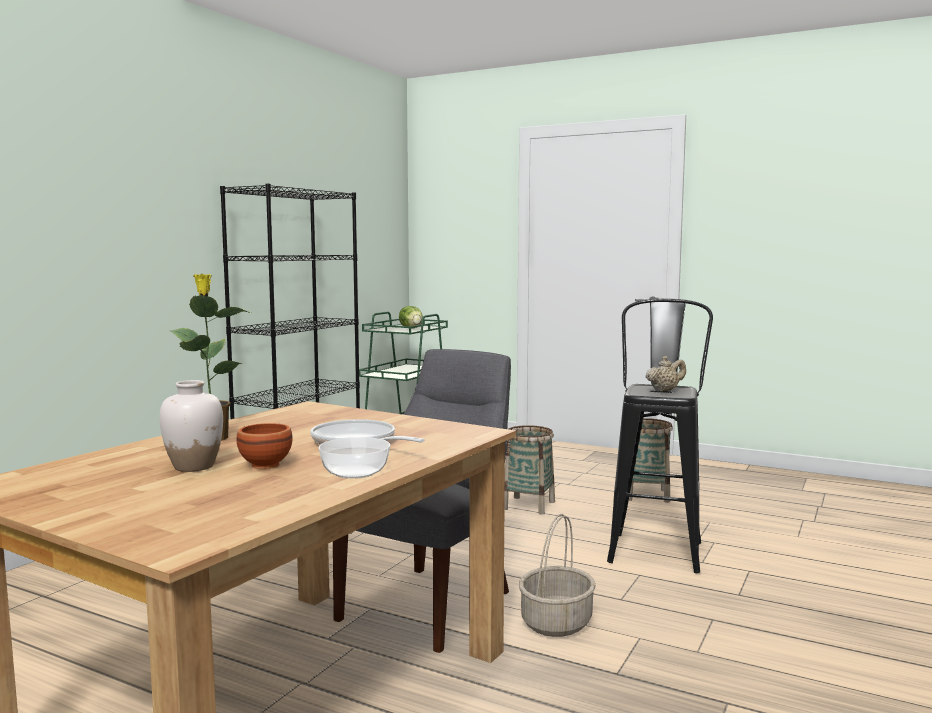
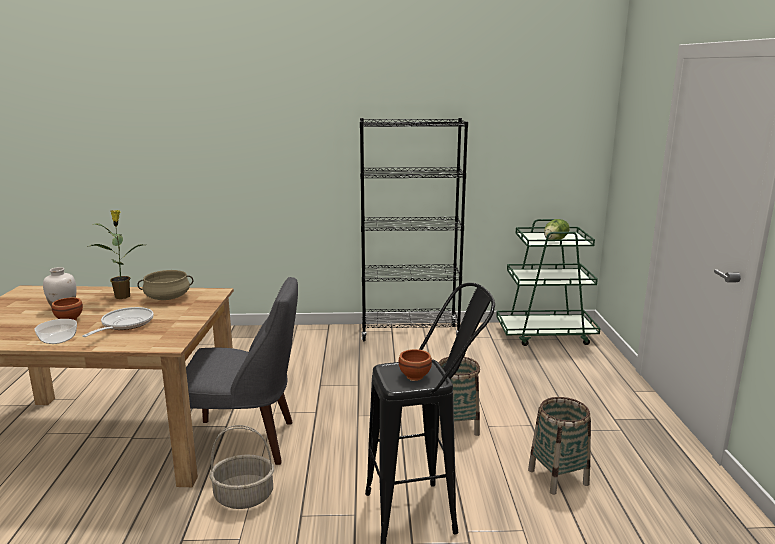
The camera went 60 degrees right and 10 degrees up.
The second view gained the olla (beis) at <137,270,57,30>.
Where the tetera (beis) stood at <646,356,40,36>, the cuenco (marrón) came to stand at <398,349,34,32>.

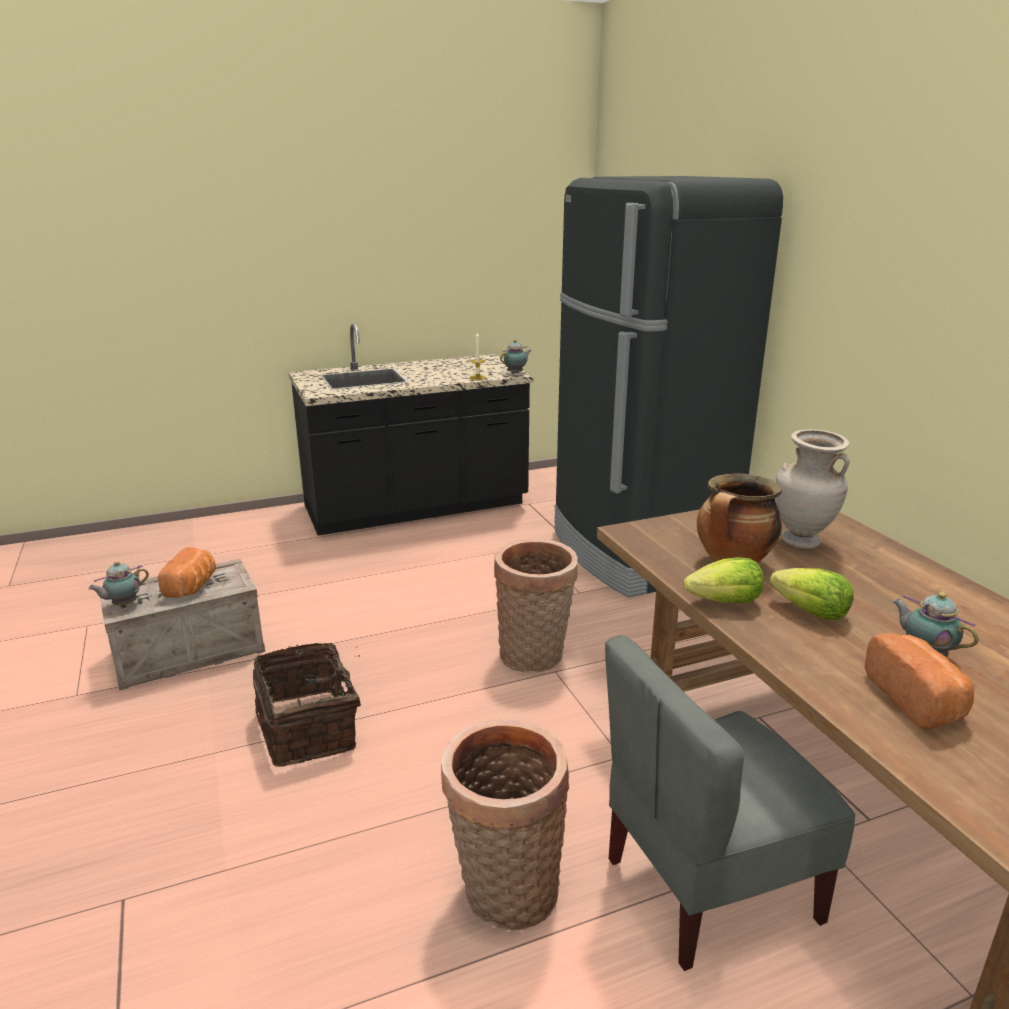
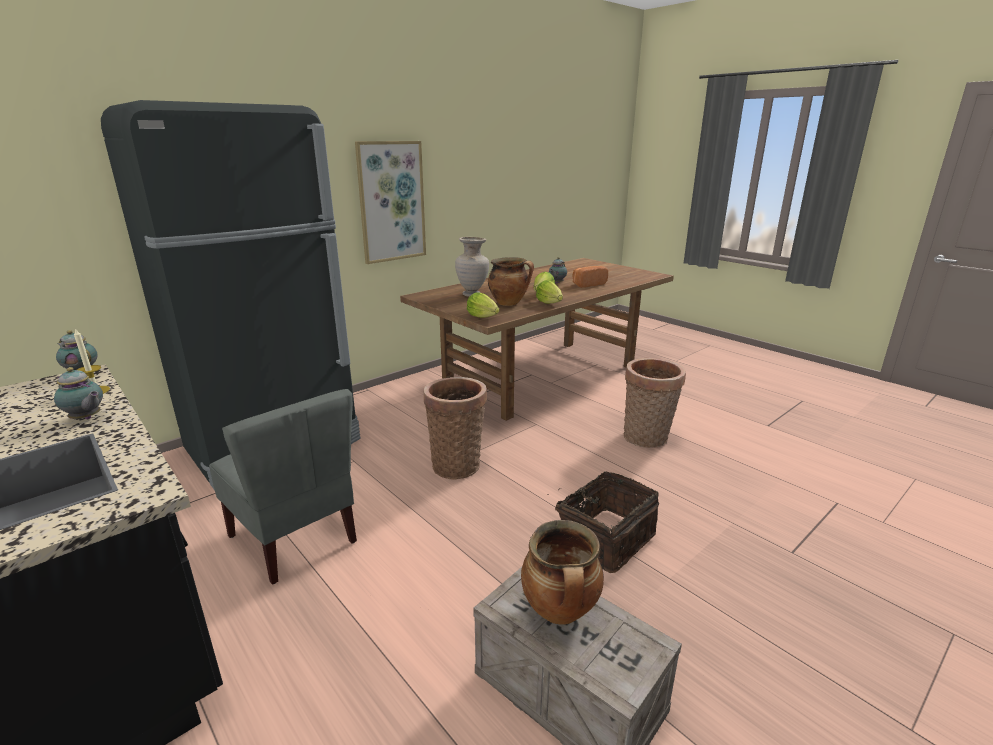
The camera went 110 degrees left and 0 degrees up.
The second view gained the cuadro at <355,141,71,123>.
The second view gained the lechuga at <467,293,32,25>.
The tetera ended up elsewhere, having gone from <88,561,61,45> to <54,367,49,52>.
The silla (gris) ended up elsewhere, having gone from <605,635,250,336> to <209,389,148,196>.
Where the pan stood at <158,547,58,51>, the olla came to stand at <521,520,83,105>.

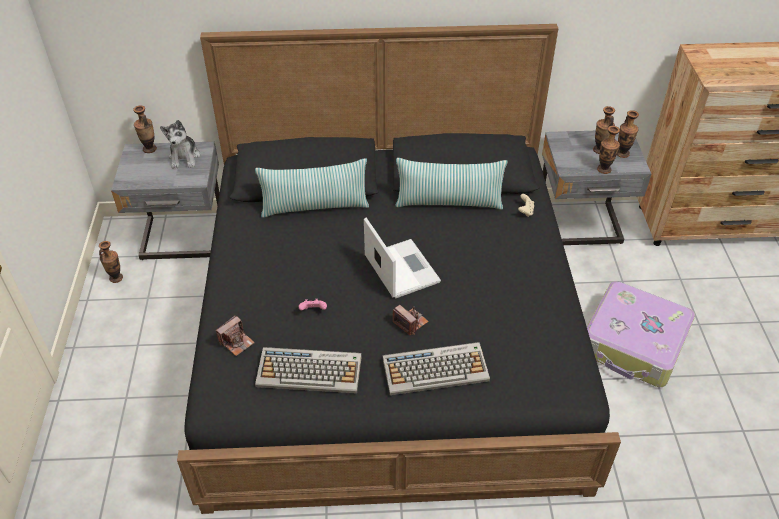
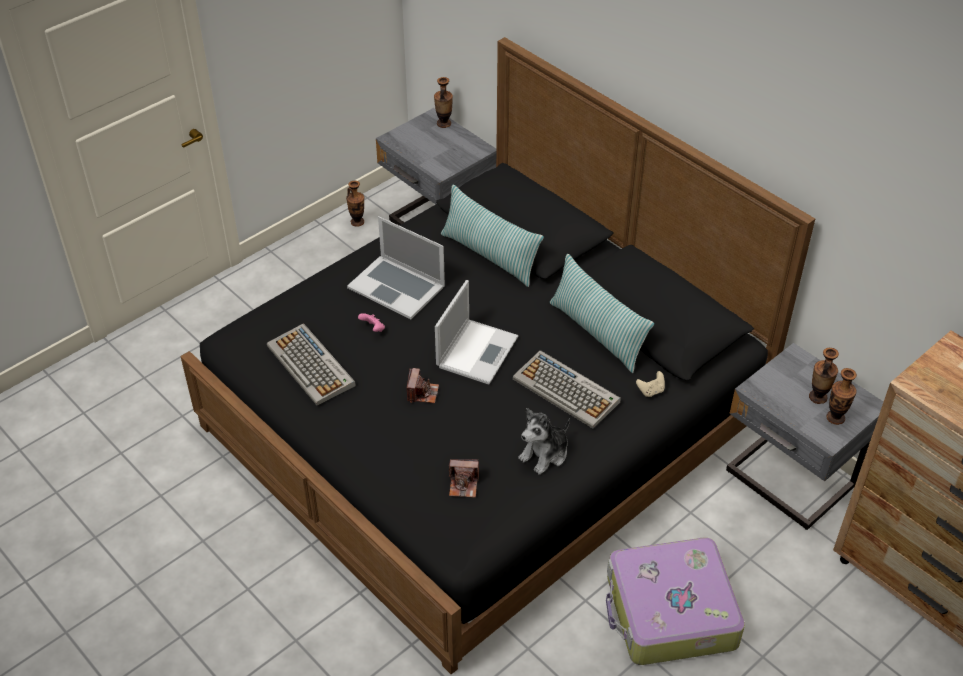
The camera went 50 degrees right and 0 degrees up.
The second view lost the florero at <597,126,23,48>.
The second view gained the portátil at <347,216,98,103>.
The peluche ended up elsewhere, having gone from <160,120,40,48> to <518,408,52,67>.
The cámara ended up elsewhere, having gone from <216,315,39,41> to <449,459,30,39>.
The teclado ended up elsewhere, having gone from <382,342,108,53> to <513,350,108,79>.

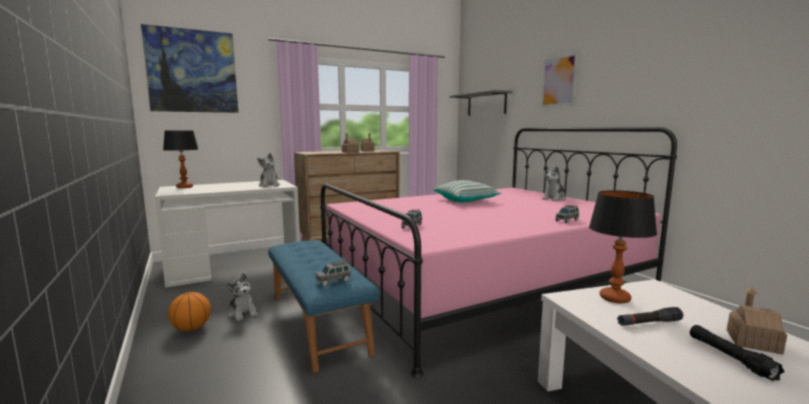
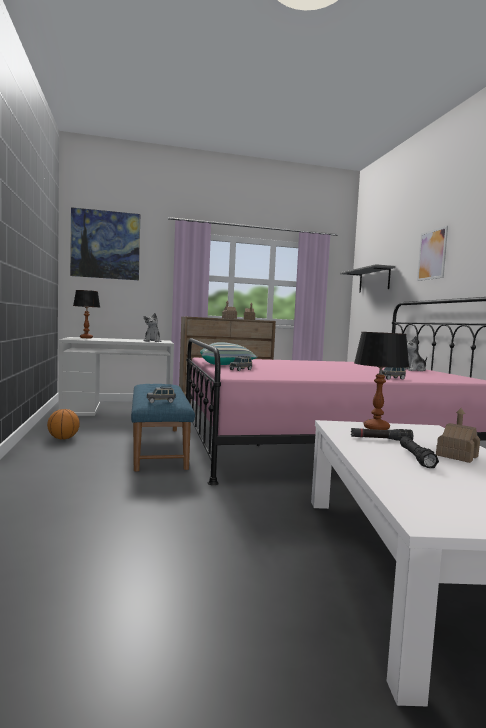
The camera went 15 degrees right and 5 degrees down.
The second view lost the peluche at <227,273,31,48>.
The cojín ended up elsewhere, having gone from <433,180,69,22> to <200,342,57,23>.

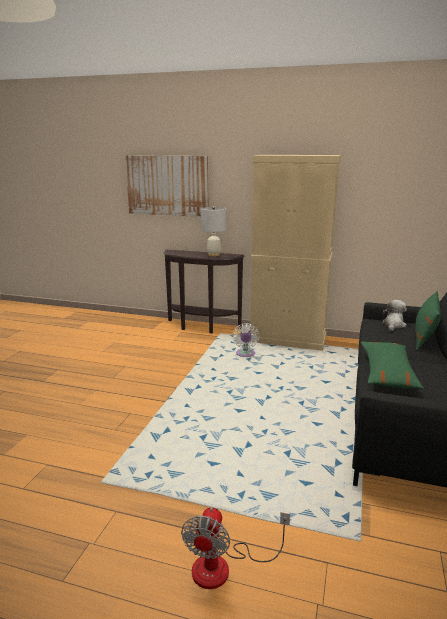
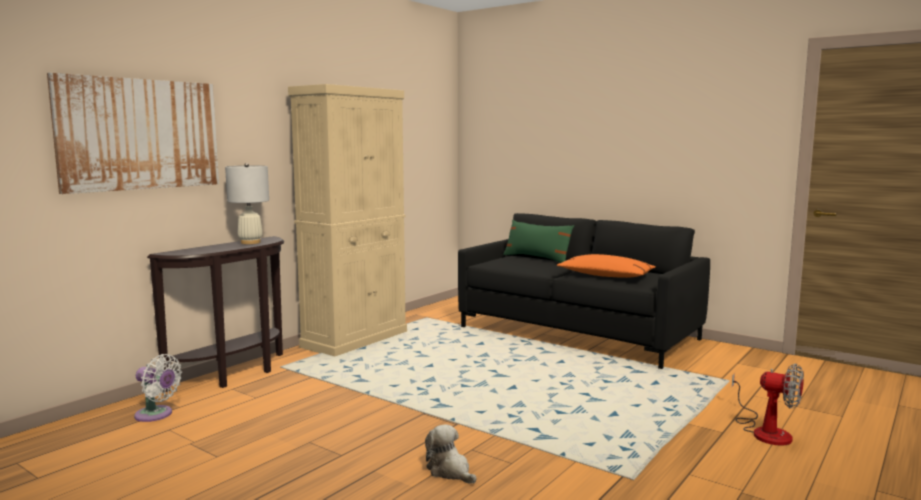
The camera went 70 degrees left and 10 degrees down.
The ventilador (blanco) ended up elsewhere, having gone from <233,323,27,34> to <134,354,48,68>.
The peluche ended up elsewhere, having gone from <382,300,25,31> to <425,424,52,60>.
What was the cojín (verde) at <361,341,63,48> turned into the cojín (naranja) at <557,254,99,24>.

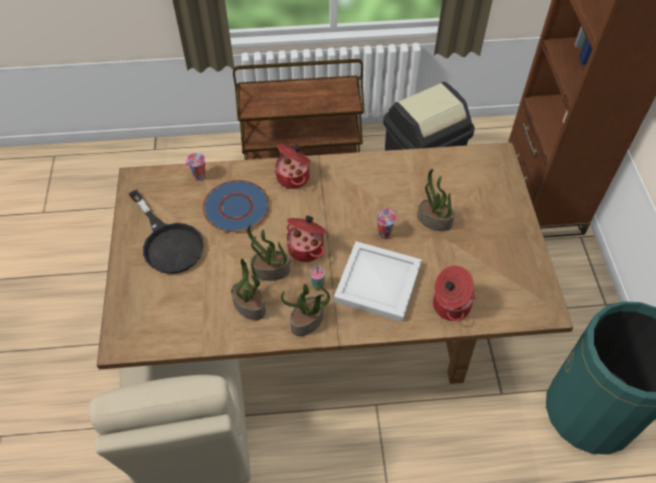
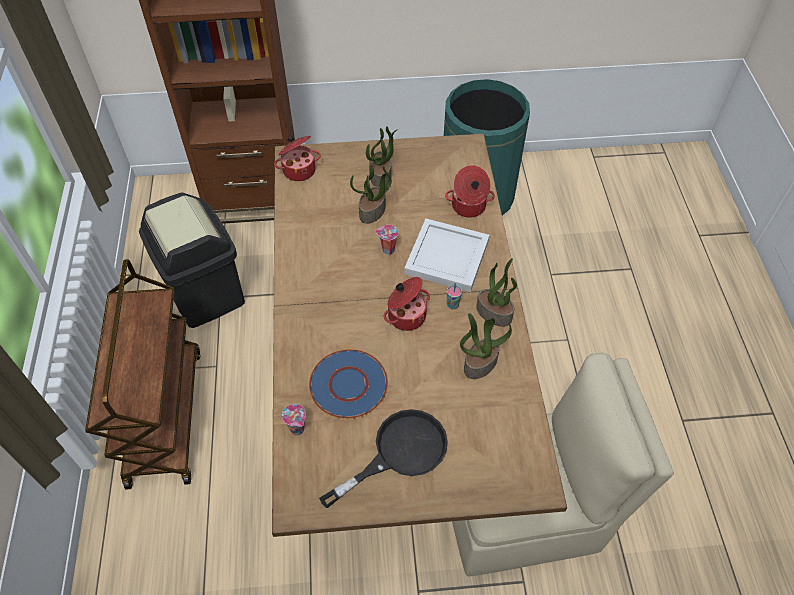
The camera went 90 degrees left and 0 degrees up.
The planta en maceta ended up elsewhere, having gone from <247,225,43,56> to <366,126,31,61>.
The olla ended up elsewhere, having gone from <275,144,36,45> to <274,136,47,45>.

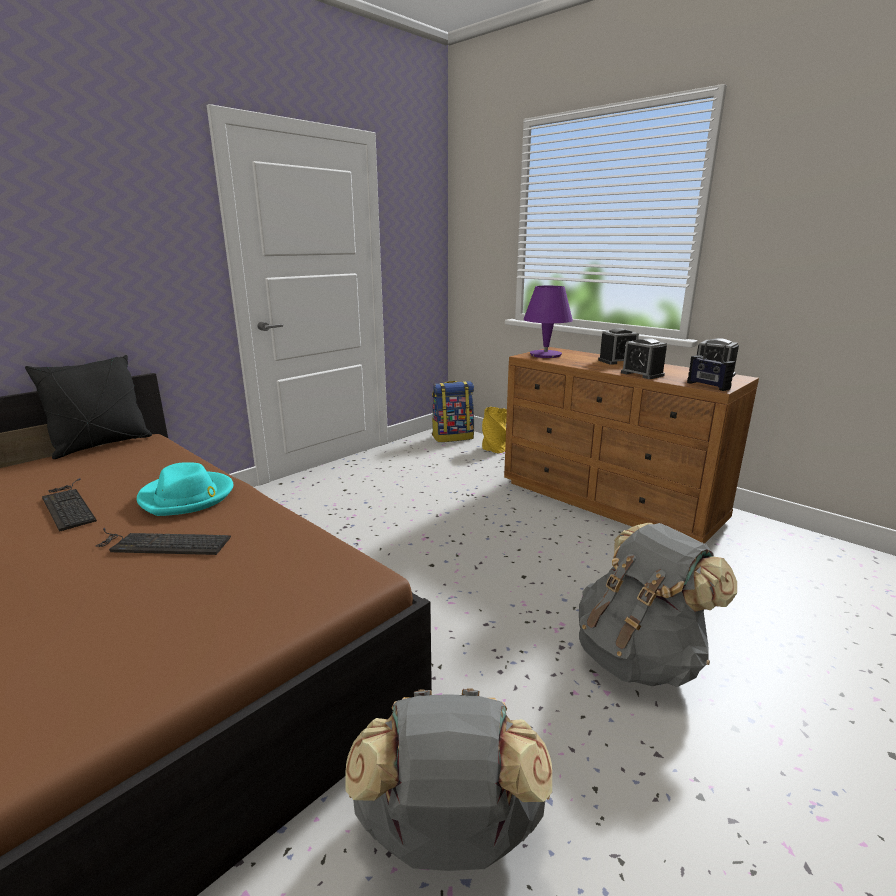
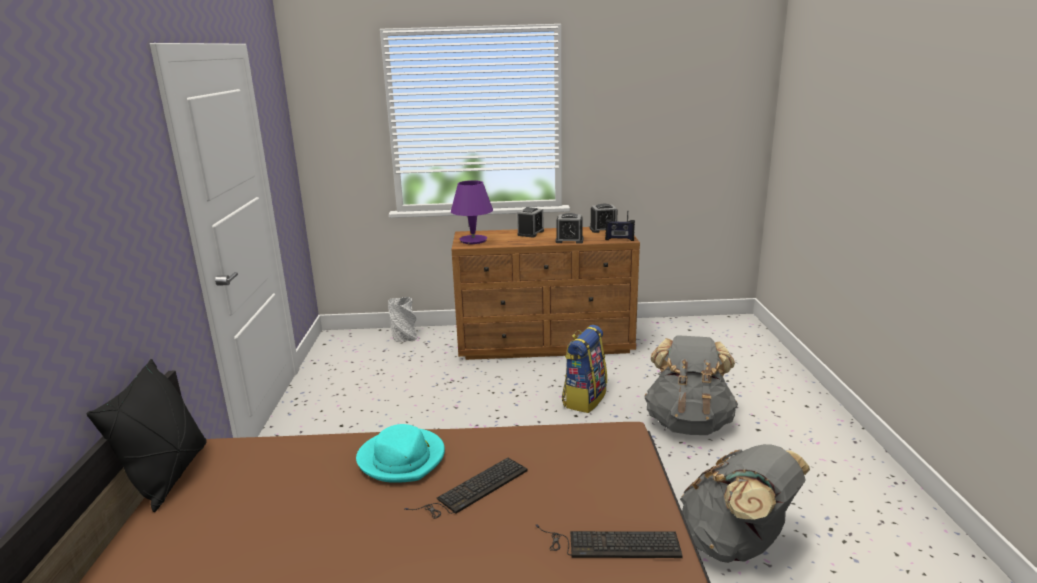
The camera went 45 degrees left and 0 degrees up.
The teclado ended up elsewhere, having gone from <42,478,55,54> to <536,524,147,34>.
The mochila ended up elsewhere, having gone from <432,381,42,61> to <562,325,45,88>.
What was the florero (amarillo) at <482,407,25,46> turned into the florero (gris) at <388,297,30,45>.

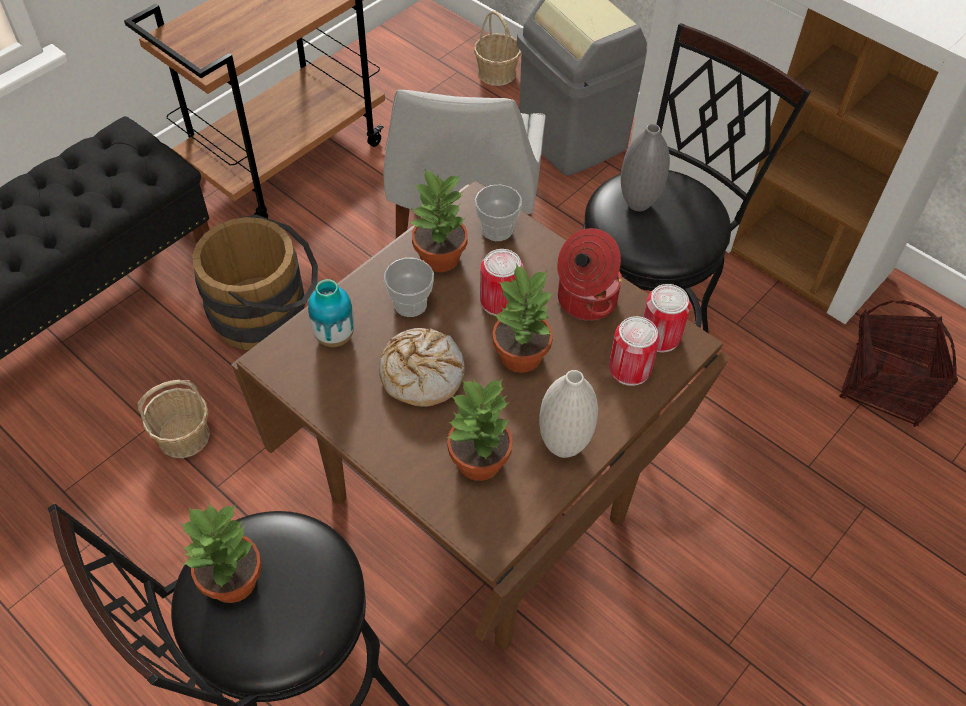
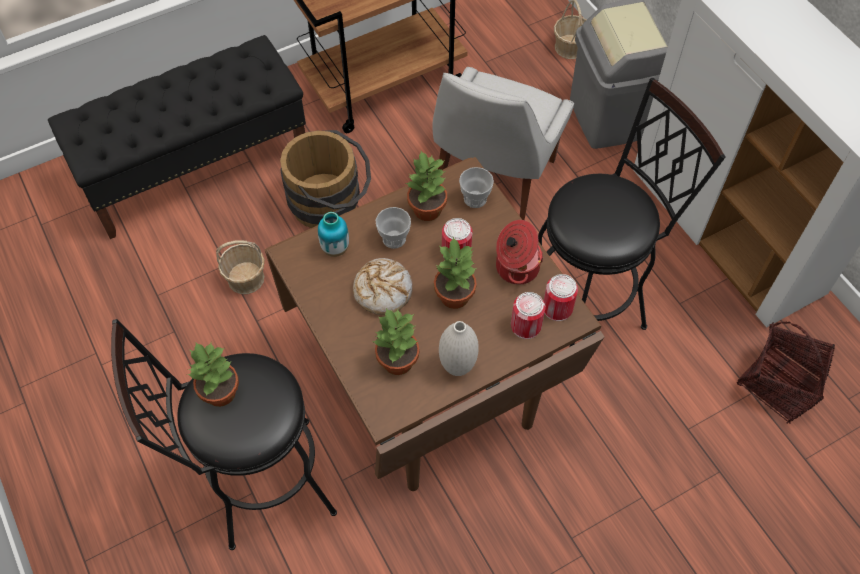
The camera went 20 degrees right and 5 degrees up.
The second view lost the florero (gris) at <621,124,49,87>.

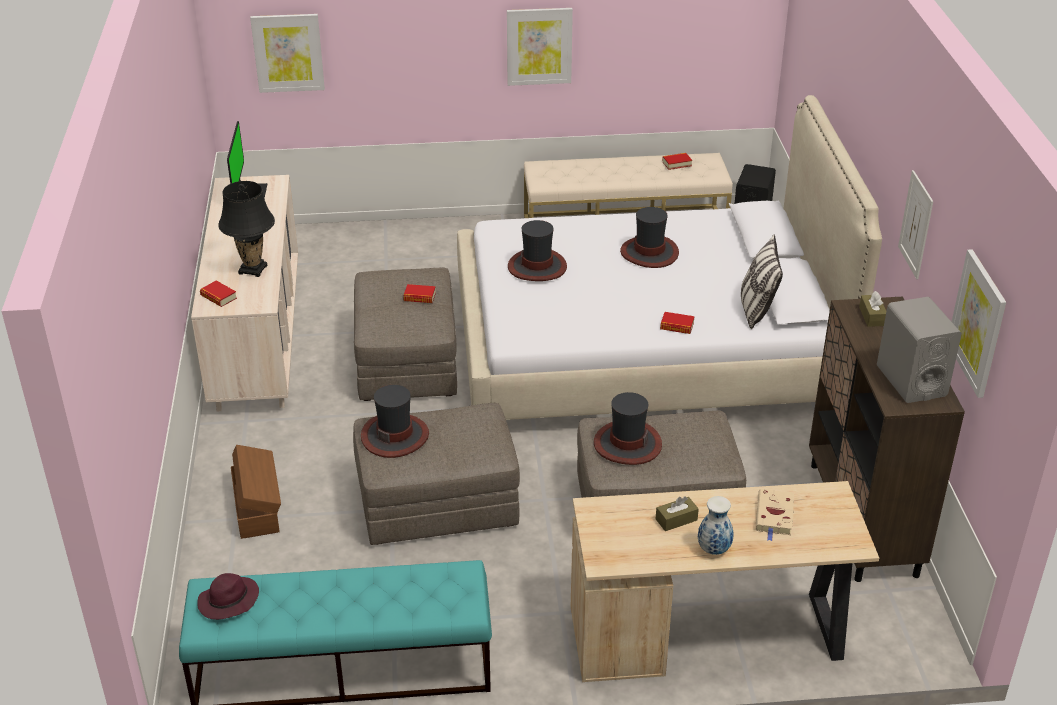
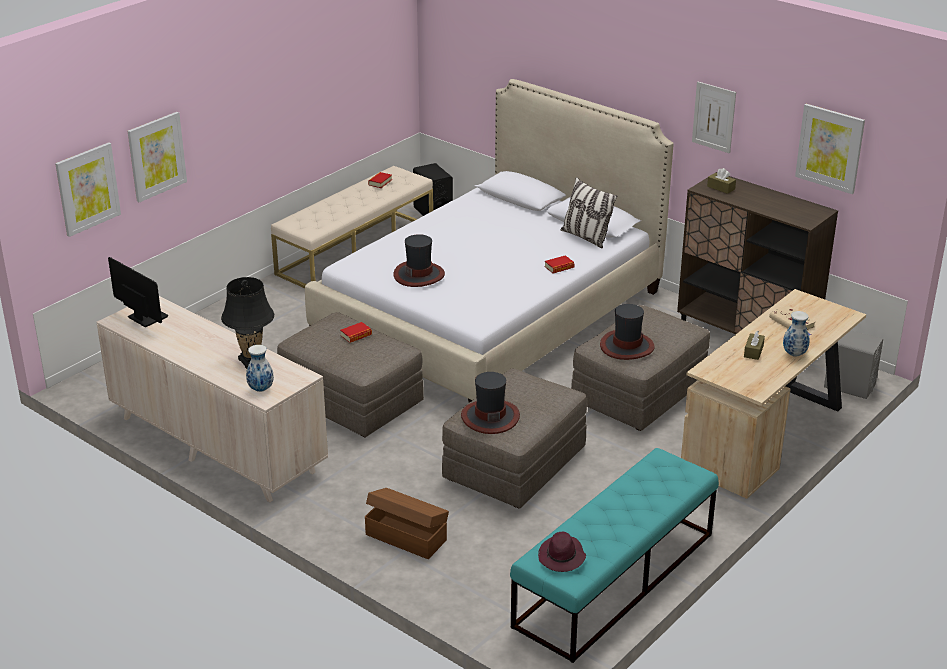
The camera went 45 degrees left and 5 degrees down.
The second view lost the sombrero at <620,207,59,61>.
The cuadro ended up elsewhere, having gone from <507,8,66,78> to <128,112,59,91>.
The altavoz (gris) ended up elsewhere, having gone from <877,297,85,106> to <824,330,59,69>.
Where the libro stood at <200,280,37,27>, the florero came to stand at <246,345,28,47>.

